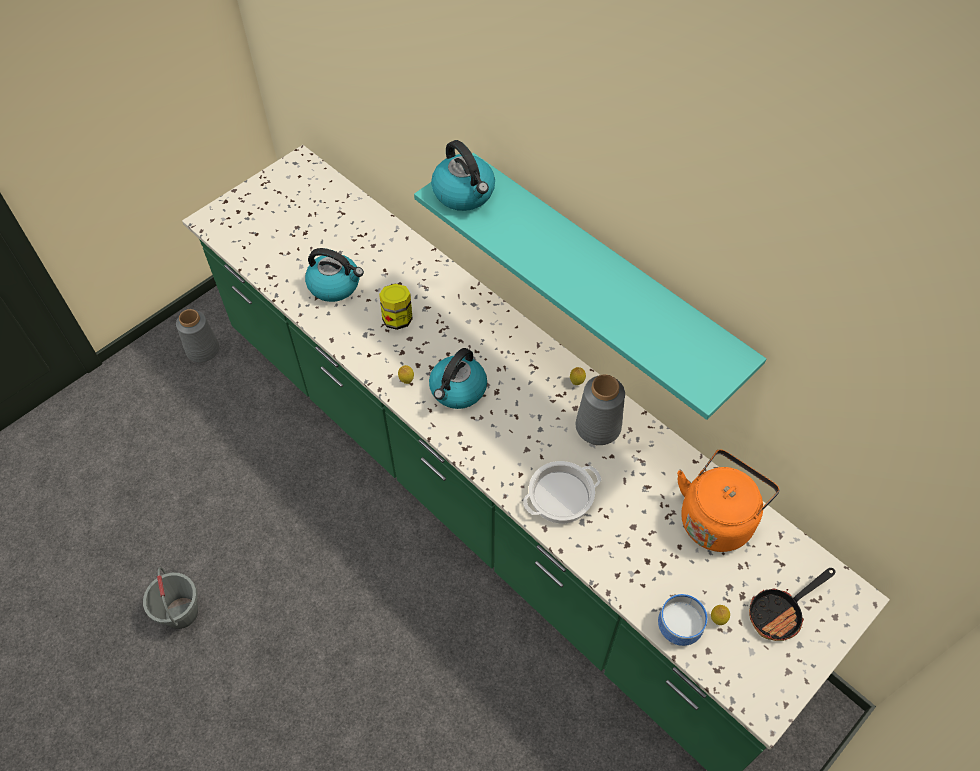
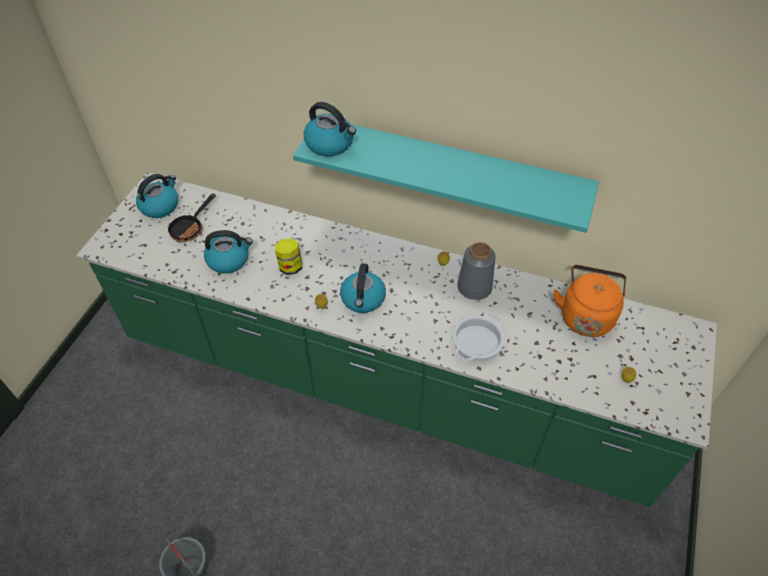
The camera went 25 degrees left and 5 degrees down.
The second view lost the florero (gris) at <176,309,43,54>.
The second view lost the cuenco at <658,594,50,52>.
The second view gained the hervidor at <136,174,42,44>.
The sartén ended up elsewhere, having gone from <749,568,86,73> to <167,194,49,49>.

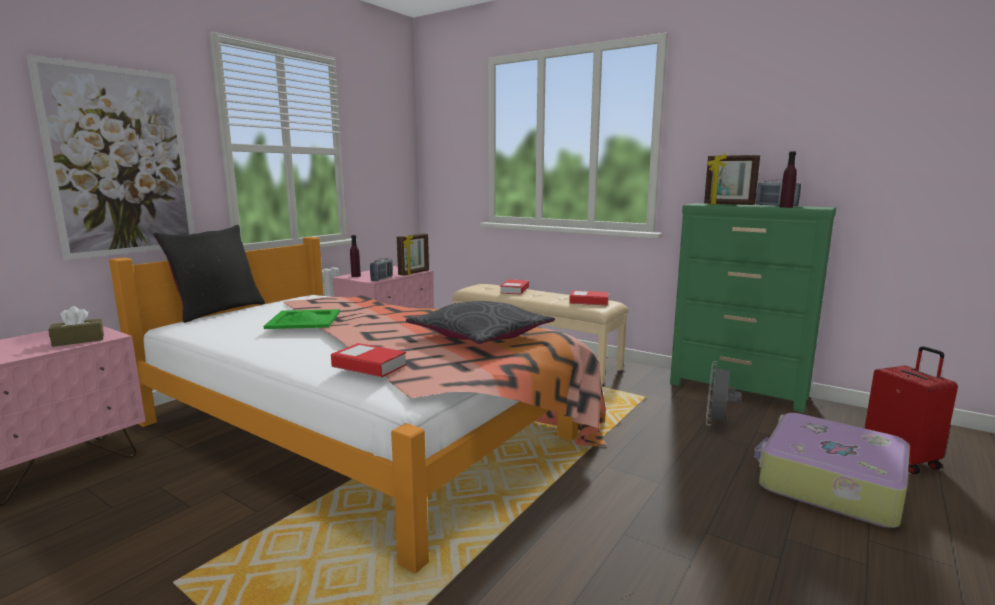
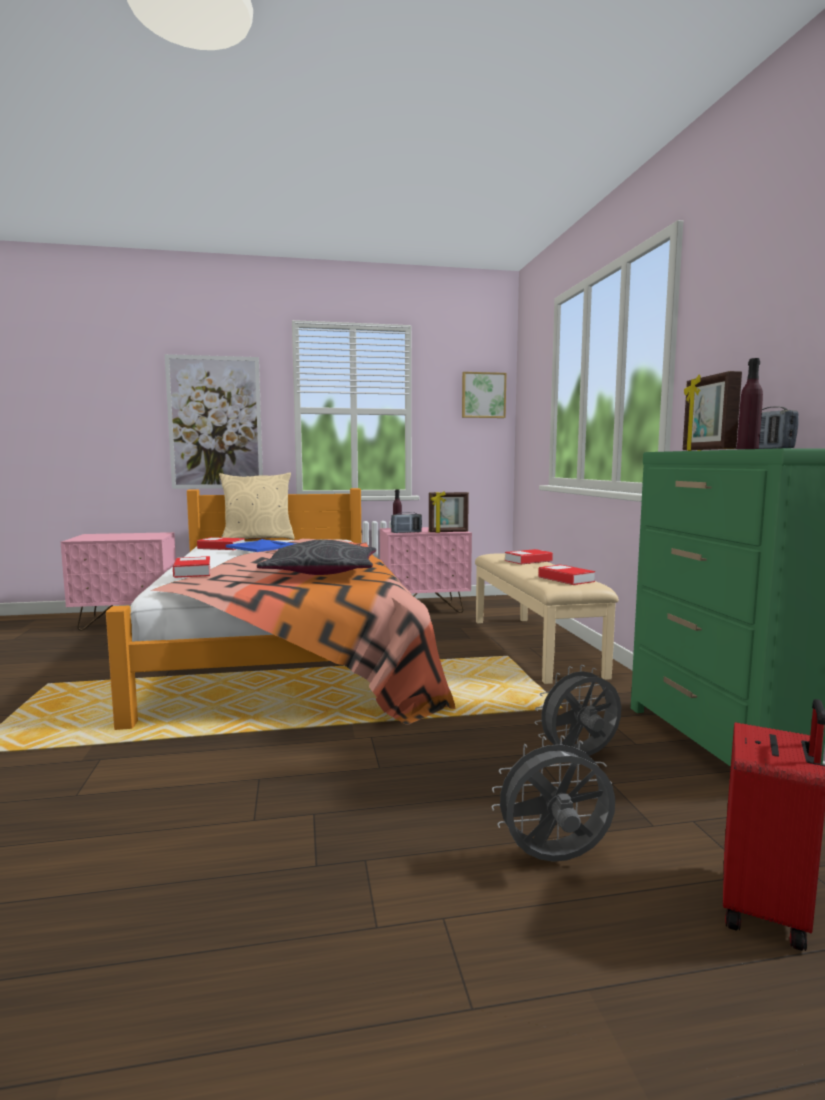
The camera went 45 degrees right and 5 degrees down.
The second view lost the caja de pañuelos (marrón) at <48,306,56,41>.
The second view gained the libro at <197,537,48,13>.
The second view gained the cuadro at <462,372,44,46>.
Where the maleta stood at <754,413,156,115>, the ventilador (gris) came to stand at <492,735,123,127>.
What was the cojín (negro) at <153,225,112,98> turned into the cojín (beis) at <219,472,76,67>.
What was the bandeja (verde) at <264,309,76,20> turned into the bandeja (azul) at <226,539,70,13>.

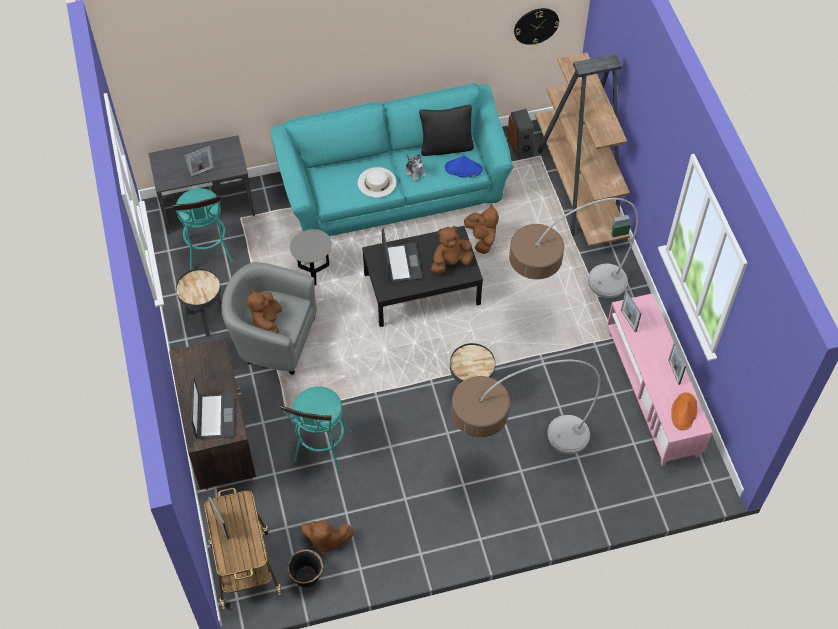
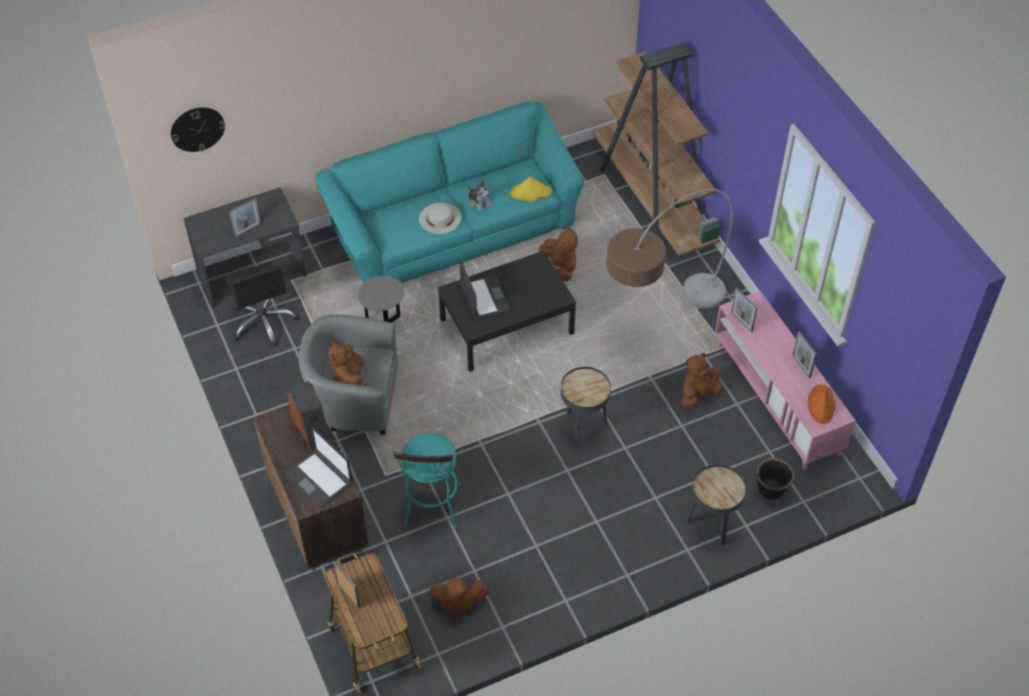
The camera went 10 degrees left and 5 degrees down.
The second view lost the cojín (negro) at <419,105,55,51>.
The second view lost the lámpara de pie at <452,359,149,95>.
The mesa auxiliar (negro) ended up elsewhere, having gone from <176,269,46,68> to <687,465,59,81>.
The maceta (negro) ended up elsewhere, having gone from <287,549,36,38> to <756,458,38,41>.
The peluche (marrón) ended up elsewhere, having gone from <431,226,42,48> to <681,353,41,55>.
The altavoz ended up elsewhere, having gone from <507,109,27,51> to <287,381,43,68>.
The reloj de pared ended up elsewhere, having gone from <514,8,45,37> to <171,107,54,45>.
Where the taburete (turquesa) stood at <172,188,61,82>, the silla de oficina (negro) came to stand at <225,262,73,85>.
What was the sombrero (azul) at <445,155,38,23> turned into the sombrero (amarillo) at <510,177,42,24>.
The portátil at <190,378,45,61> ended up facing another way, 150 degrees clockwise from before.

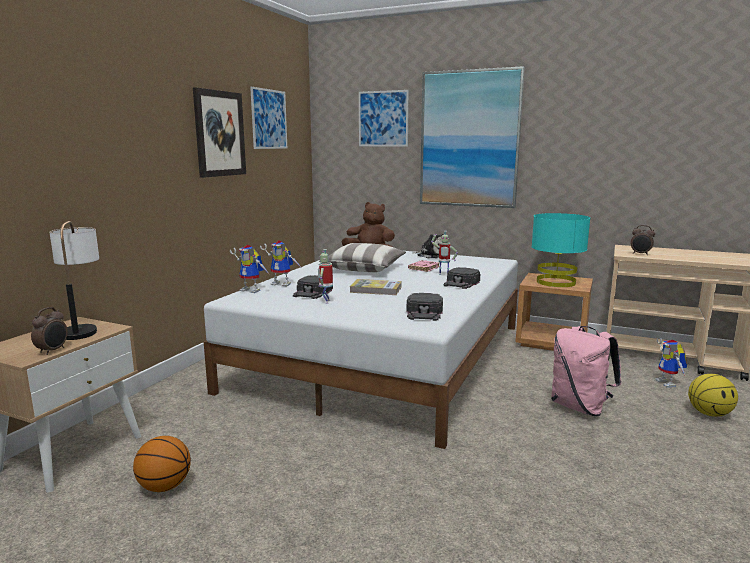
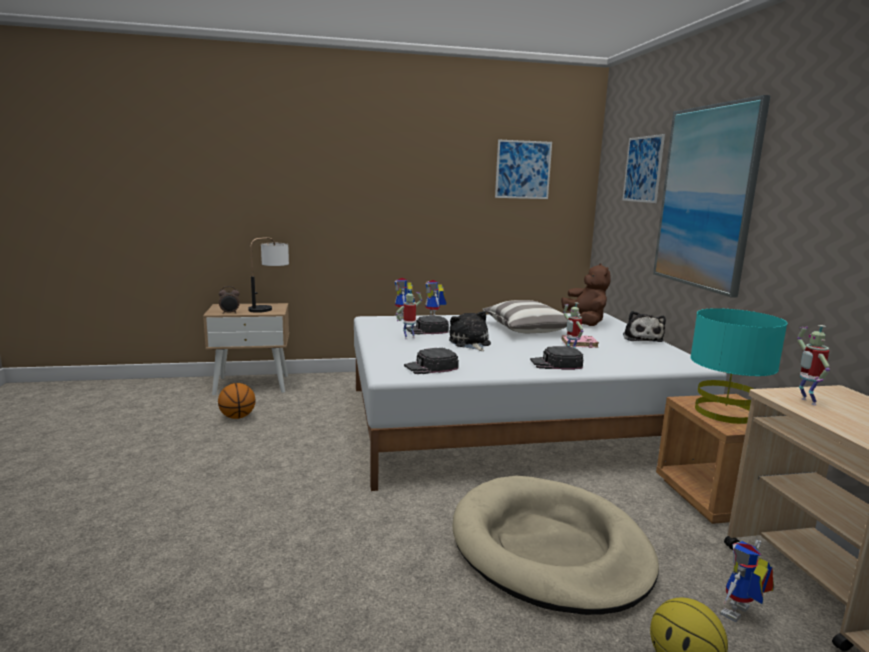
The camera went 55 degrees right and 0 degrees up.
The second view lost the cuadro at <193,87,53,91>.
Where the libro stood at <350,279,52,16>, the peluche came to stand at <449,311,42,40>.
Where the mochila (rosa) stood at <551,326,70,90>, the cama para perro (beis) came to stand at <452,476,207,139>.
Where the despertador stood at <630,225,25,30>, the robot de juguete came to stand at <797,325,33,81>.

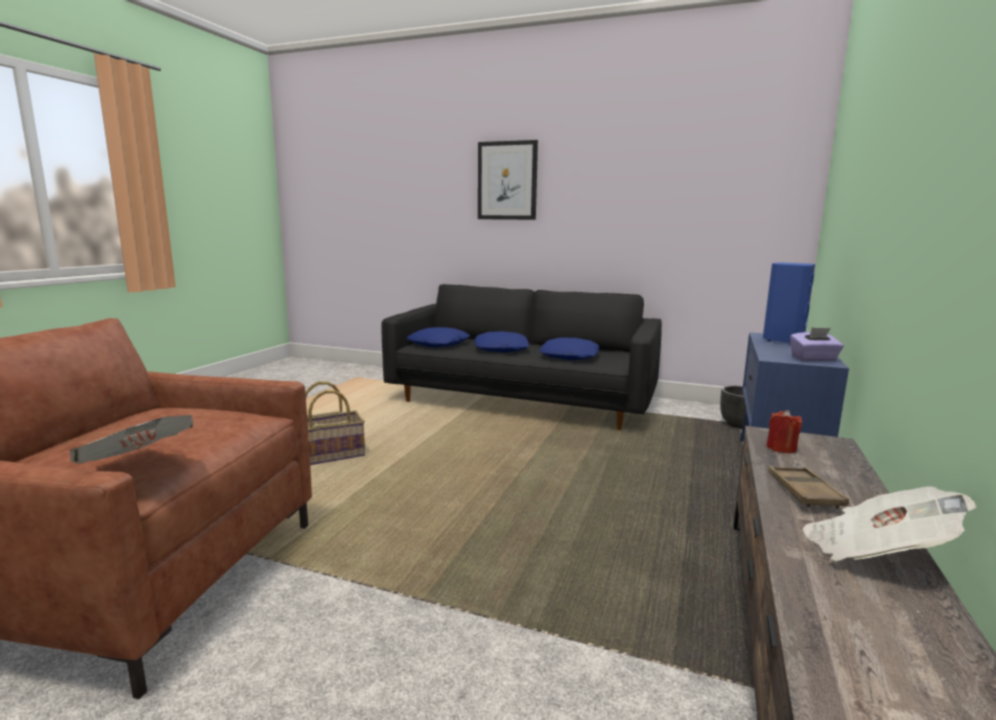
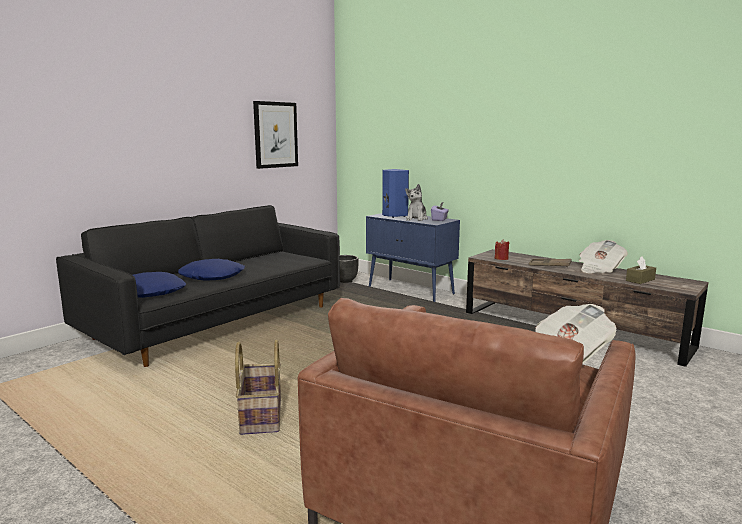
The camera went 70 degrees left and 0 degrees up.
The second view lost the cojín (azul) at <540,337,59,23>.
The second view gained the peluche at <405,184,23,37>.
The second view gained the caja de pañuelos (marrón) at <626,256,30,28>.
The cuadro ended up elsewhere, having gone from <478,140,60,80> to <253,101,45,68>.

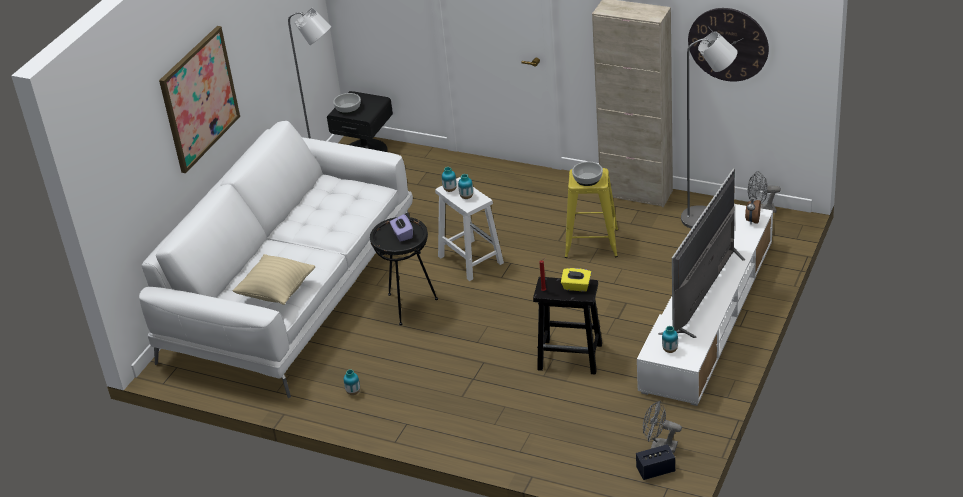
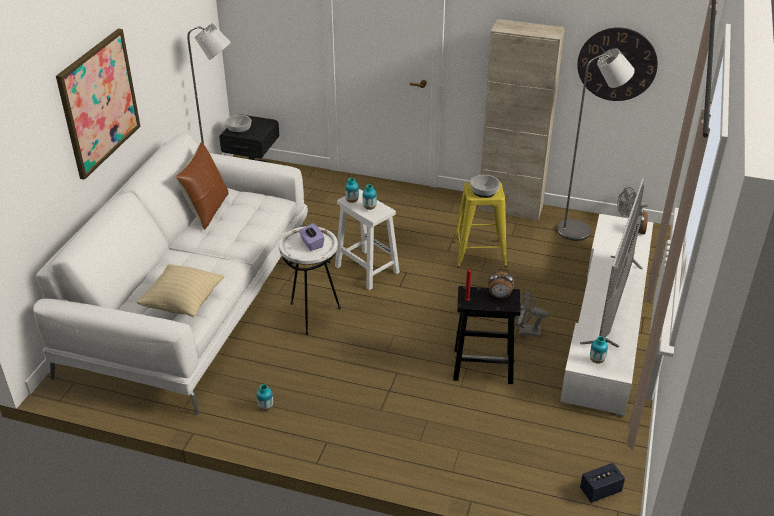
The camera went 10 degrees left and 0 degrees up.
The second view gained the cojín (marrón) at <176,142,52,88>.
The ventilador (gris) ended up elsewhere, having gone from <643,401,39,52> to <515,290,34,47>.
Where the caja de pañuelos (amarillo) stood at <561,268,30,23>, the despertador came to stand at <488,269,26,29>.
What was the mesa auxiliar (negro) at <370,217,68,108> turned into the mesa auxiliar (blanco) at <279,226,62,109>.

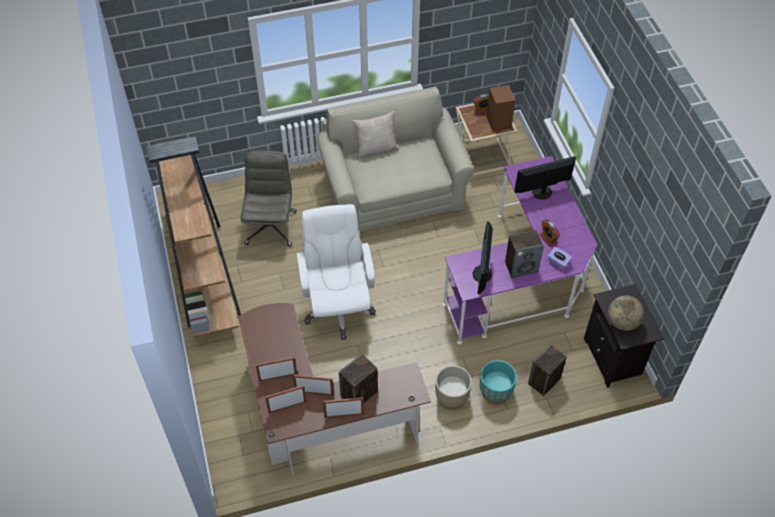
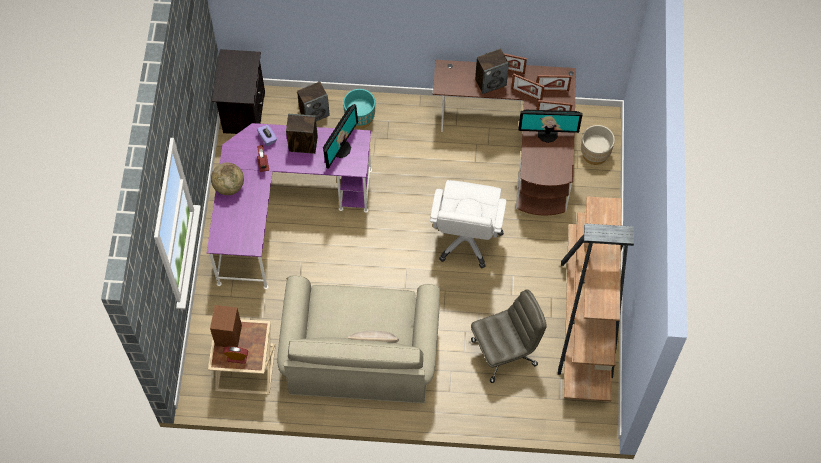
The camera went 160 degrees left and 10 degrees up.
The maceta (beis) ended up elsewhere, having gone from <435,365,37,45> to <581,125,34,40>.
The monitor ended up elsewhere, having gone from <514,156,62,44> to <518,110,64,33>.
The globo terráqueo ended up elsewhere, having gone from <608,295,36,36> to <211,162,33,33>.
The silla de oficina (gris) at <240,151,57,96> ended up facing another way, 135 degrees counterclockwise from before.

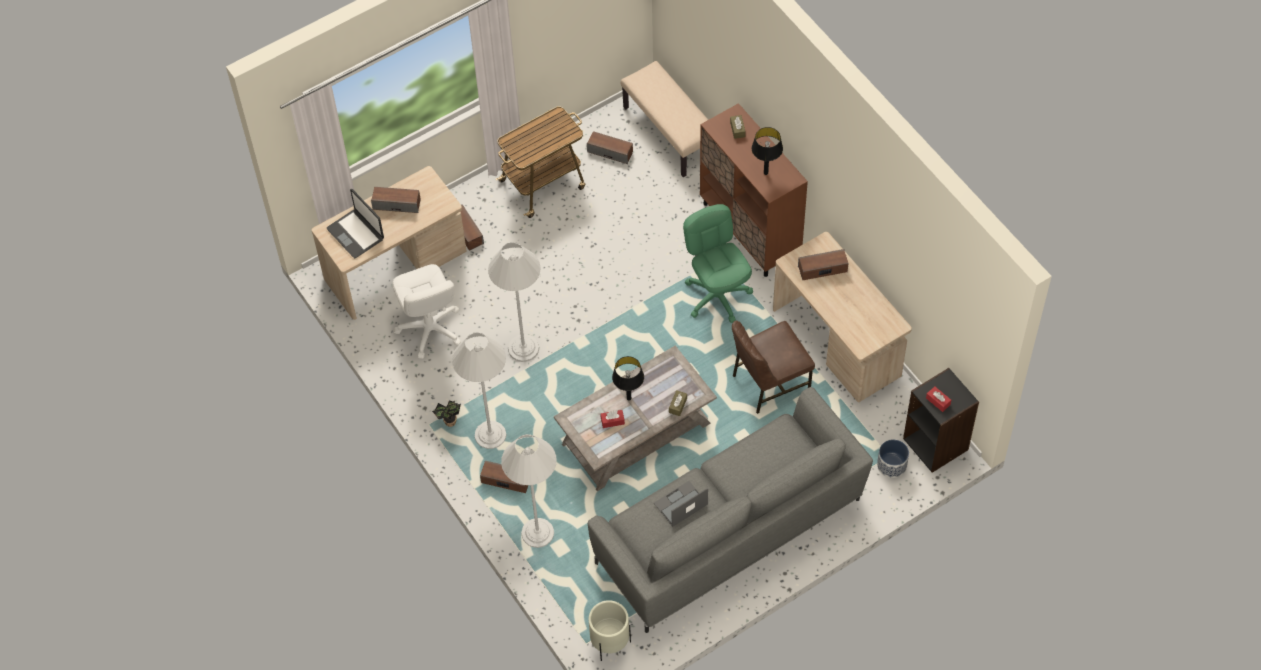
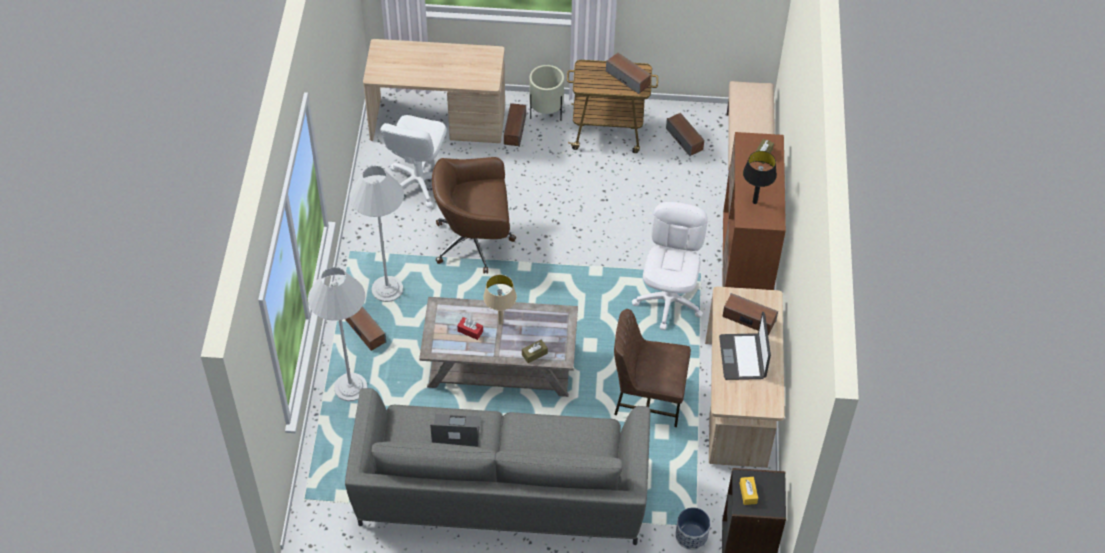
The camera went 35 degrees right and 5 degrees down.
The second view lost the planta en maceta at <432,400,29,27>.
The portátil ended up elsewhere, having gone from <327,189,57,69> to <719,312,52,68>.
The altavoz ended up elsewhere, having gone from <371,187,50,26> to <606,53,45,41>.
The maceta (beis) ended up elsewhere, having gone from <589,600,42,61> to <529,65,35,56>.
Where the lámpara de pie (blanco) stood at <488,242,53,120>, the silla de oficina (marrón) came to stand at <432,157,84,117>.
What was the lámpara de mesa (negro) at <612,356,32,45> turned into the lámpara de mesa (beis) at <483,275,34,50>.
What was the silla de oficina (verde) at <683,204,70,119> turned into the silla de oficina (blanco) at <632,202,76,128>.
What was the caja de pañuelos (rojo) at <926,386,25,26> turned into the caja de pañuelos (amarillo) at <740,477,18,28>.

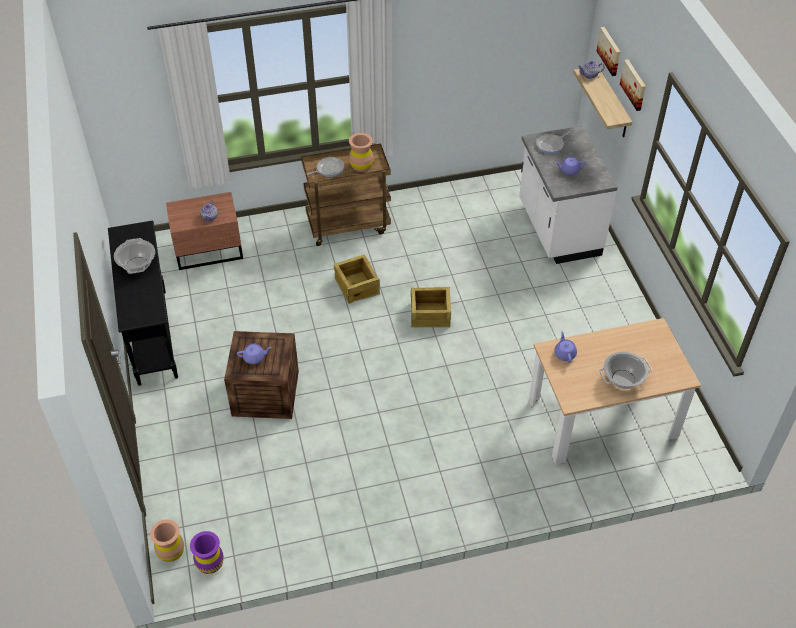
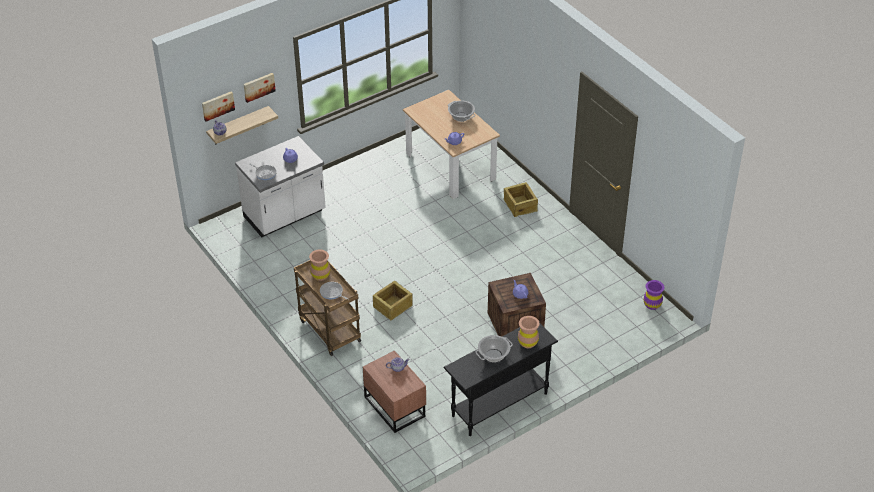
The camera went 110 degrees left and 5 degrees down.
The florero (marrón) ended up elsewhere, having gone from <150,519,34,43> to <518,316,22,32>.
The caja de embalaje ended up elsewhere, having gone from <411,287,40,41> to <504,182,34,35>.

